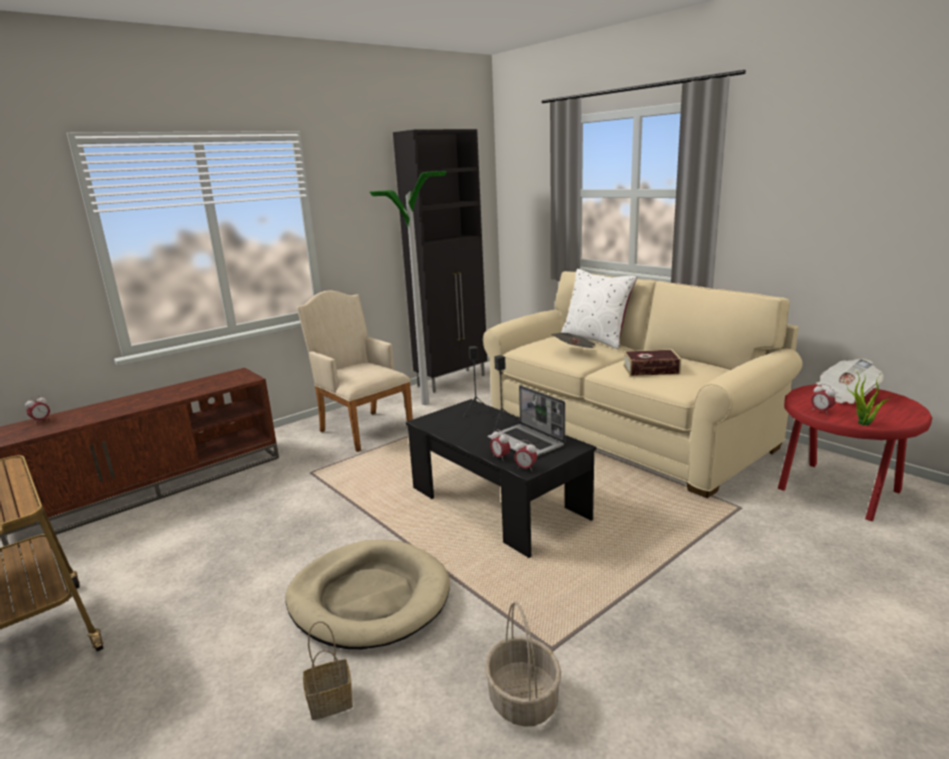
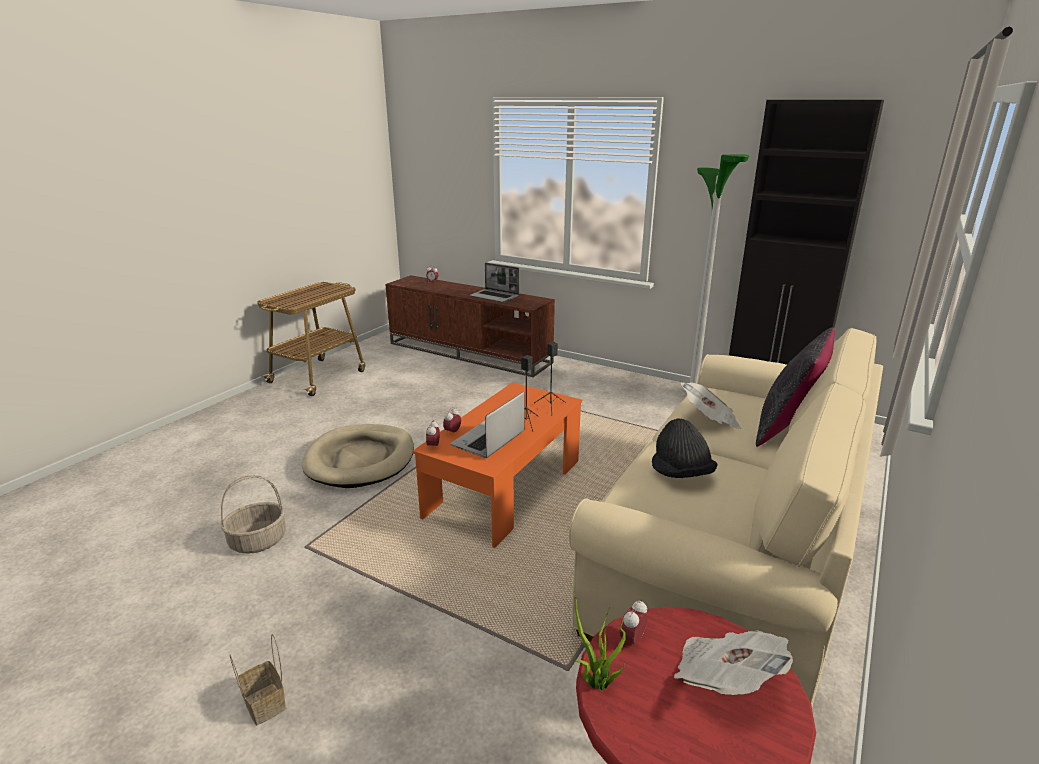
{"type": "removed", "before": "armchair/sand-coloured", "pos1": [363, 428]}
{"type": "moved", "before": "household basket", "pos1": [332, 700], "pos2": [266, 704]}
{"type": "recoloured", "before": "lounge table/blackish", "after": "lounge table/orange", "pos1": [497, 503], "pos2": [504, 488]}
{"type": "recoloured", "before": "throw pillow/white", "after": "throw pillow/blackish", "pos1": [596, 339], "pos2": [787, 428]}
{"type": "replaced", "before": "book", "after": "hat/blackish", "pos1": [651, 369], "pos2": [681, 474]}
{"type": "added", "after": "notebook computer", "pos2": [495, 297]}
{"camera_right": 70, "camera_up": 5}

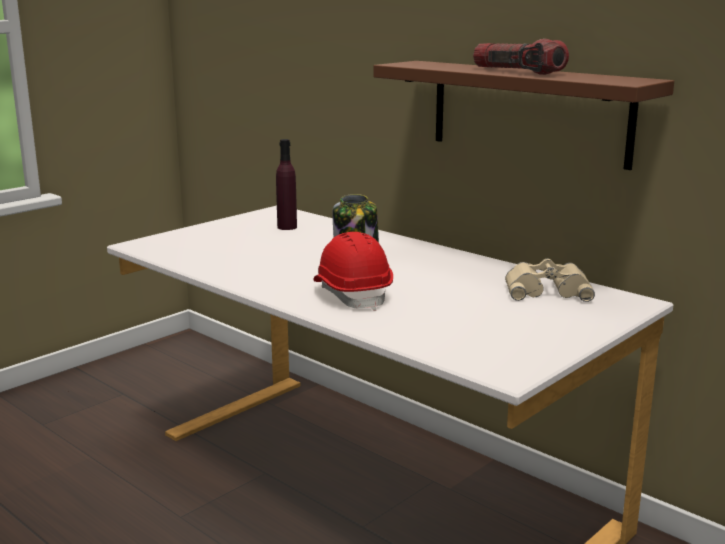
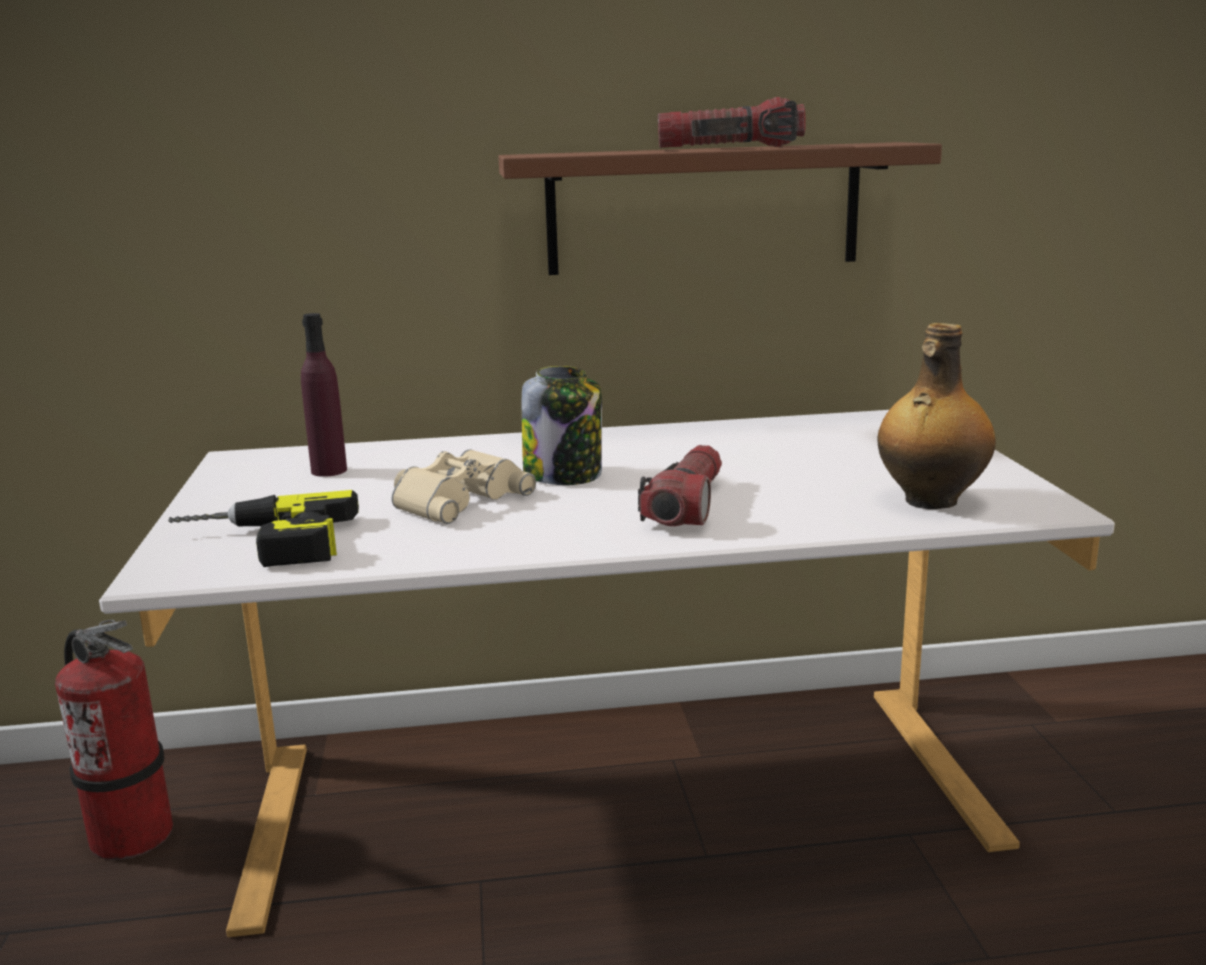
{"type": "replaced", "before": "safety helmet/red-coloured", "after": "flashlight", "pos1": [352, 294], "pos2": [686, 506]}
{"type": "moved", "before": "pair of binoculars/sand-coloured", "pos1": [547, 290], "pos2": [456, 498]}
{"type": "added", "after": "extinguisher", "pos2": [132, 834]}
{"type": "added", "after": "electric drill", "pos2": [261, 545]}
{"type": "added", "after": "drink bottle", "pos2": [929, 501]}
{"camera_right": -50, "camera_up": 0}

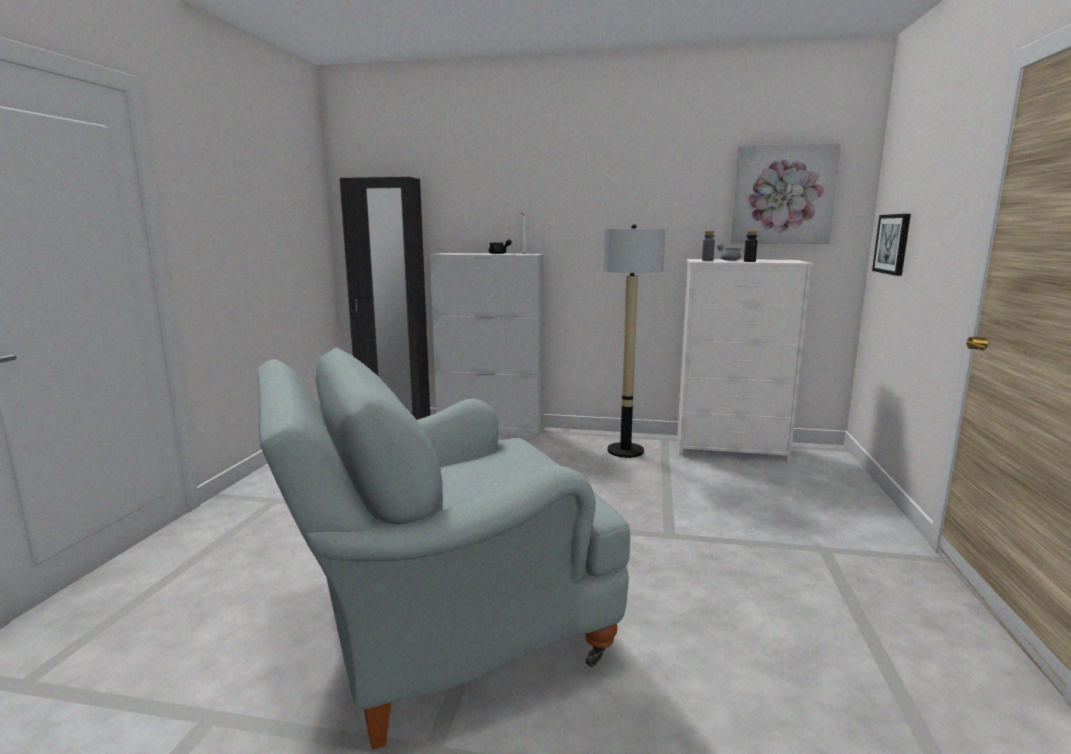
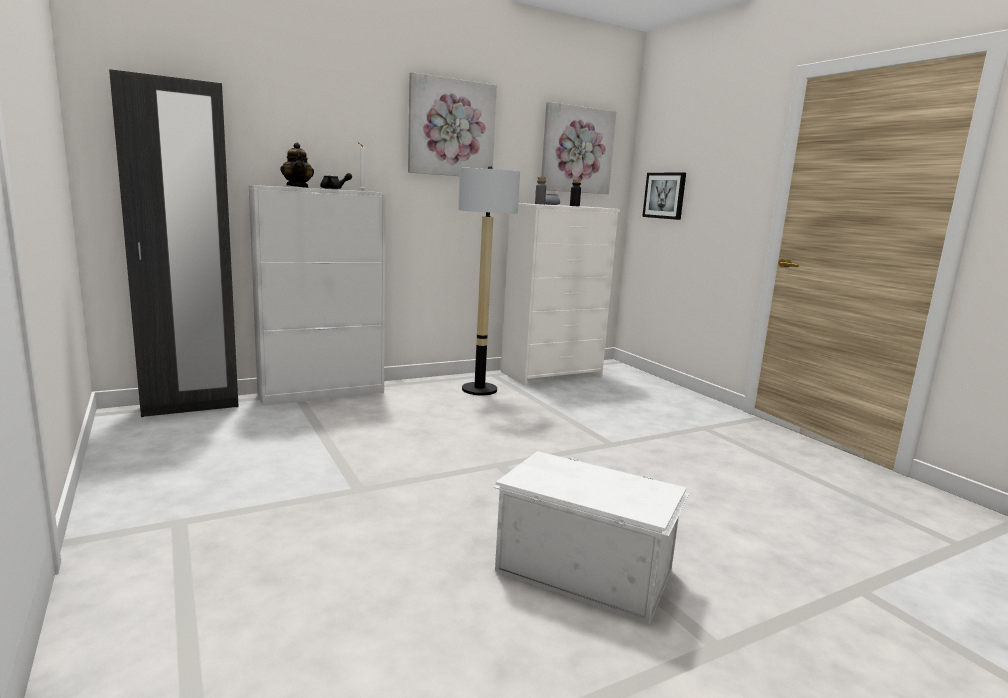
{"type": "replaced", "before": "armchair/grey", "after": "storage box/white", "pos1": [442, 633], "pos2": [584, 569]}
{"type": "added", "after": "teapot", "pos2": [298, 187]}
{"type": "added", "after": "wall picture", "pos2": [451, 128]}
{"camera_right": -40, "camera_up": 0}

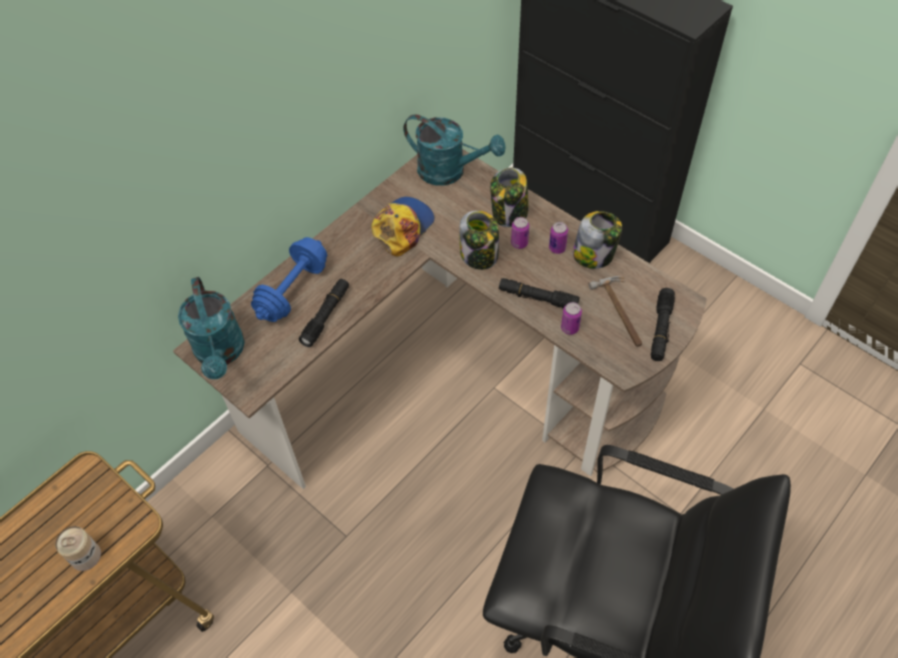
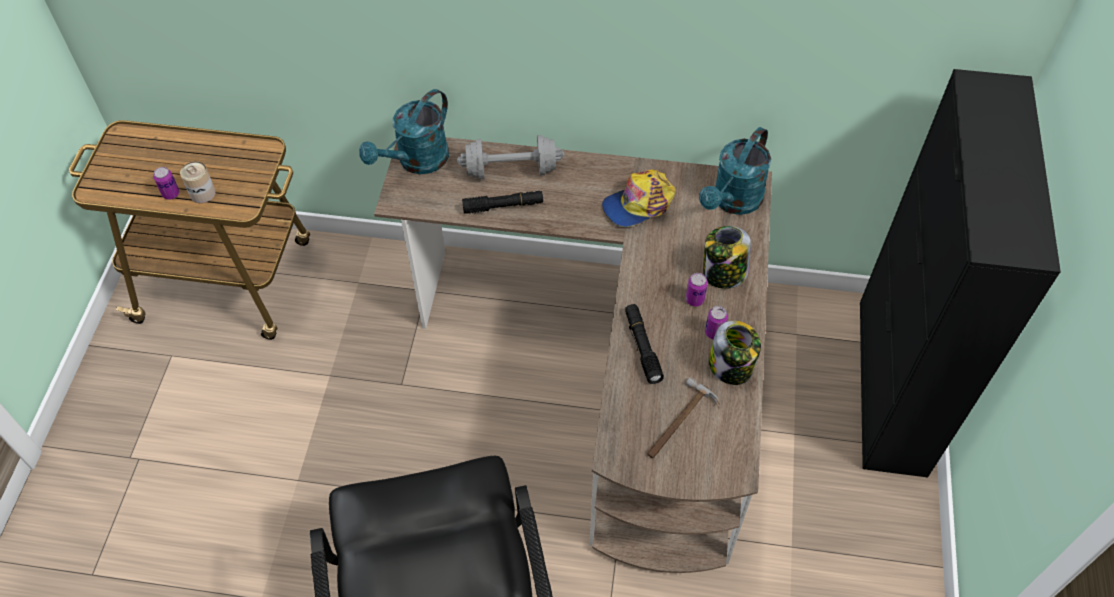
{"type": "recoloured", "before": "free weight/bluish", "after": "free weight/grey", "pos1": [293, 291], "pos2": [511, 170]}
{"type": "turned", "before": "cap", "pos1": [402, 227], "pos2": [639, 204], "turn": 150}
{"type": "turned", "before": "watering can/blue-green", "pos1": [450, 171], "pos2": [733, 202], "turn": 45}
{"type": "removed", "before": "preserve jar", "pos1": [479, 255]}
{"type": "moved", "before": "sealed can", "pos1": [569, 328], "pos2": [171, 194]}
{"type": "removed", "before": "flashlight/blackish", "pos1": [660, 329]}
{"camera_right": 55, "camera_up": 0}

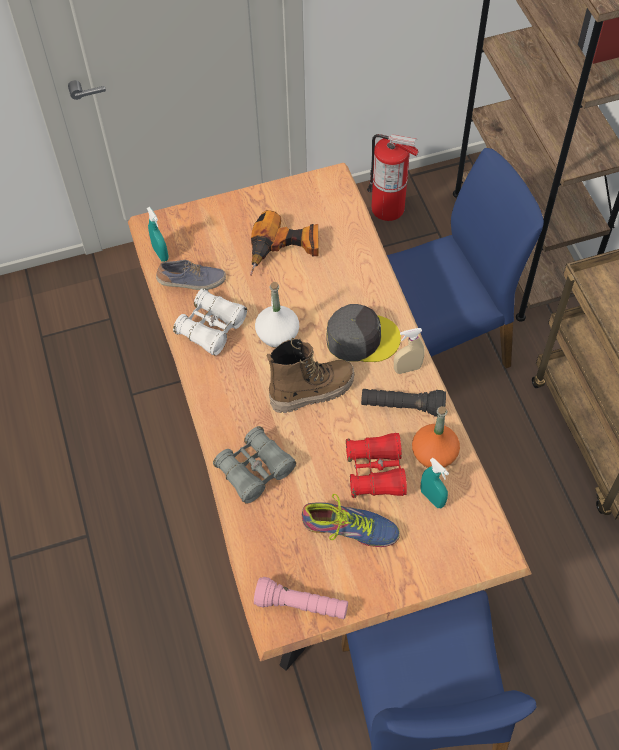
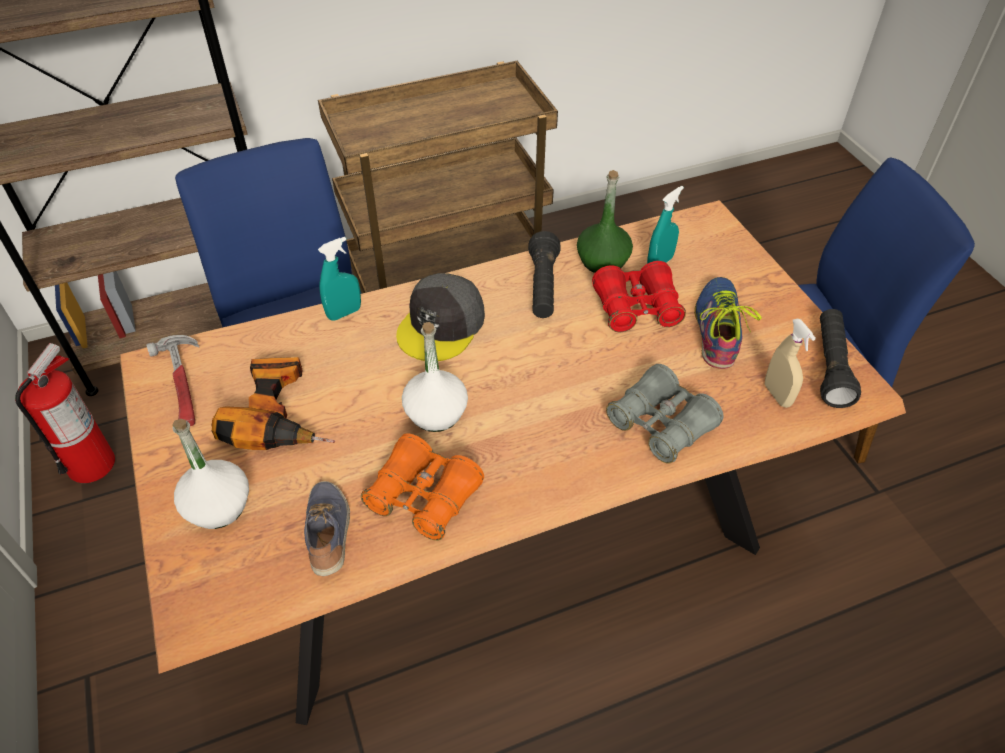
{"type": "moved", "before": "sprayer/blue-green", "pos1": [160, 253], "pos2": [344, 313]}
{"type": "recoloured", "before": "pair of binoculars/white", "after": "pair of binoculars/orange", "pos1": [211, 328], "pos2": [424, 496]}
{"type": "recoloured", "before": "flashlight/pink", "after": "flashlight/blackish", "pos1": [301, 605], "pos2": [830, 367]}
{"type": "removed", "before": "tall boot", "pos1": [312, 391]}
{"type": "turned", "before": "cap/grey", "pos1": [361, 338], "pos2": [442, 325], "turn": -150}
{"type": "moved", "before": "sprayer/sand-coloured", "pos1": [407, 369], "pos2": [777, 395]}
{"type": "recoloured", "before": "drink bottle/orange", "after": "drink bottle/green-coloured", "pos1": [434, 454], "pos2": [603, 261]}
{"type": "added", "after": "hand hammer", "pos2": [183, 383]}
{"type": "added", "after": "drink bottle/white", "pos2": [218, 506]}
{"camera_right": -95, "camera_up": -10}

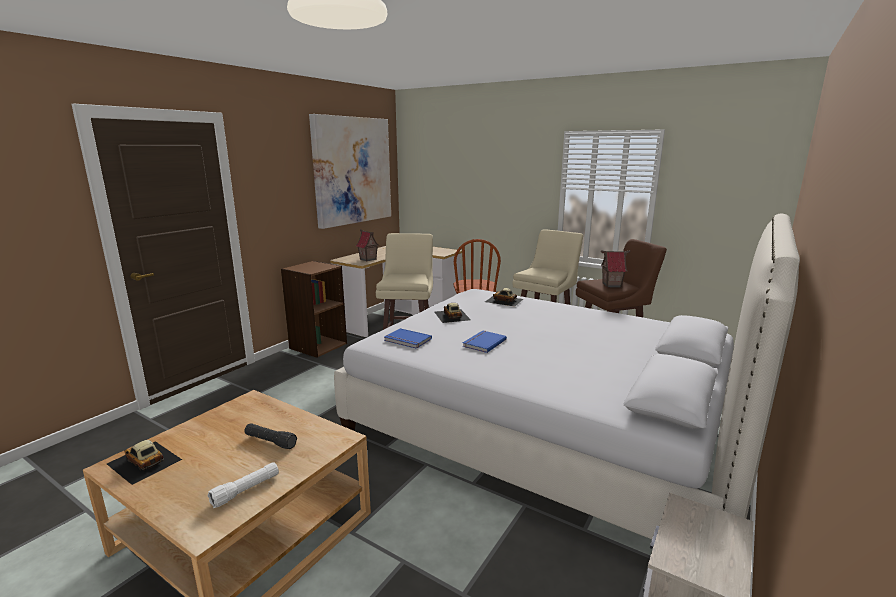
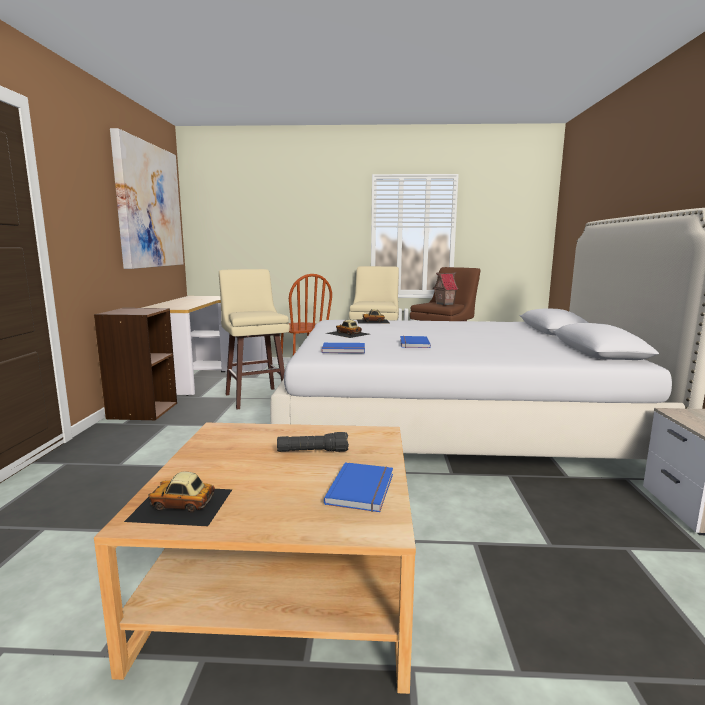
{"type": "replaced", "before": "flashlight/white", "after": "book/bluish", "pos1": [246, 490], "pos2": [363, 489]}
{"type": "removed", "before": "toy house", "pos1": [368, 259]}
{"camera_right": -30, "camera_up": -5}

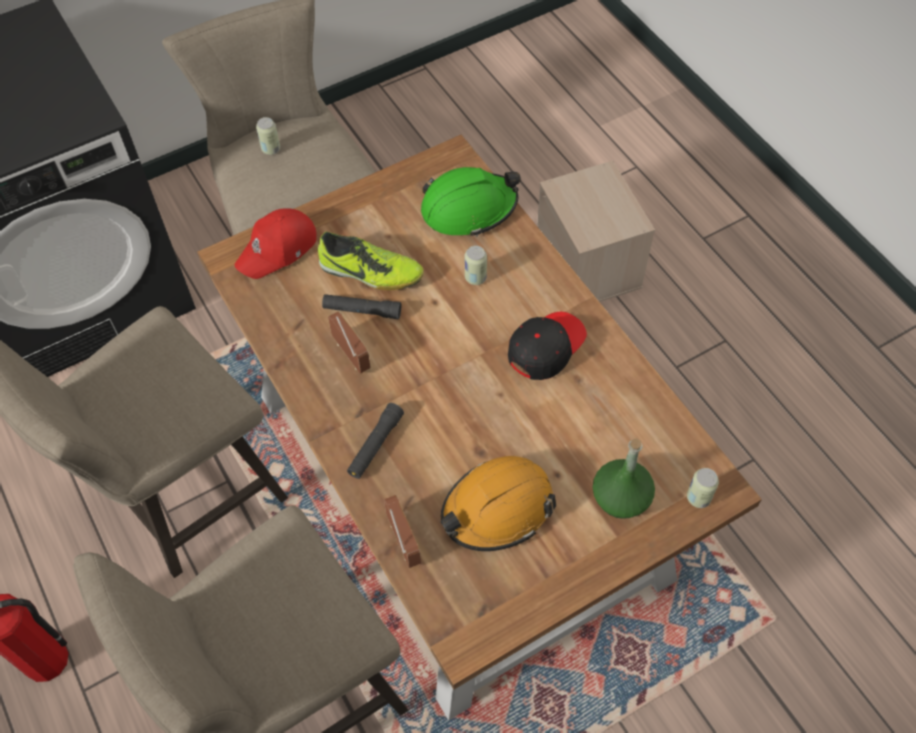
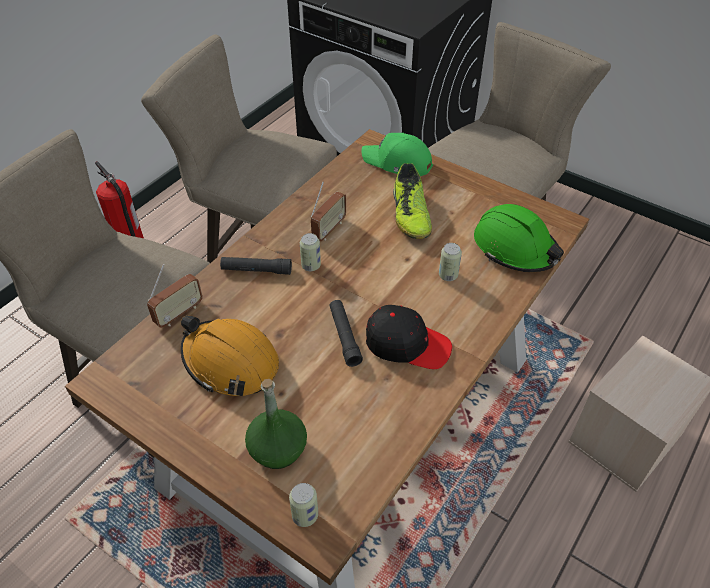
{"type": "recoloured", "before": "cap/red-coloured", "after": "cap/green-coloured", "pos1": [278, 249], "pos2": [397, 163]}
{"type": "moved", "before": "sealed can", "pos1": [271, 149], "pos2": [311, 266]}
{"type": "moved", "before": "flashlight/blackish", "pos1": [362, 311], "pos2": [344, 336]}
{"camera_right": 65, "camera_up": -10}

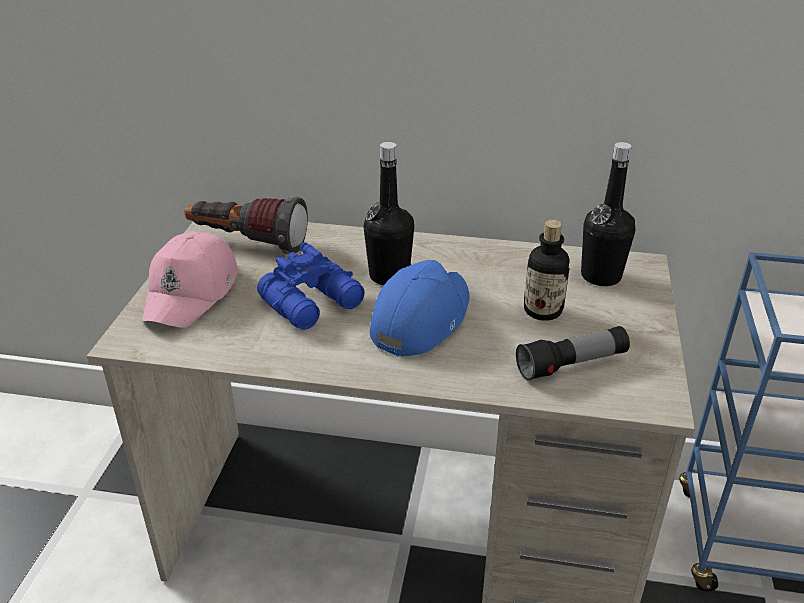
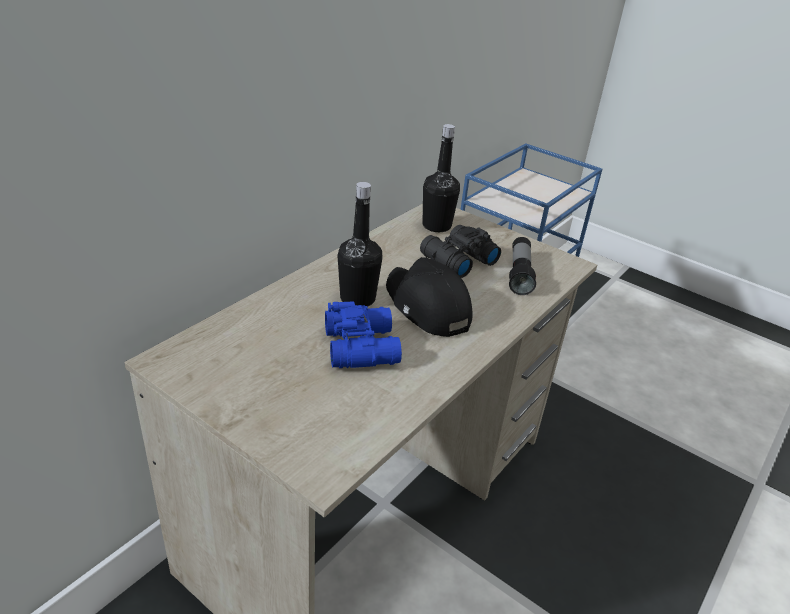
{"type": "removed", "before": "cap/pink", "pos1": [192, 292]}
{"type": "removed", "before": "flashlight", "pos1": [247, 243]}
{"type": "recoloured", "before": "cap/bluish", "after": "cap/blackish", "pos1": [420, 319], "pos2": [426, 307]}
{"type": "replaced", "before": "drink bottle", "after": "pair of binoculars/blackish", "pos1": [542, 310], "pos2": [456, 259]}
{"camera_right": -65, "camera_up": 0}

